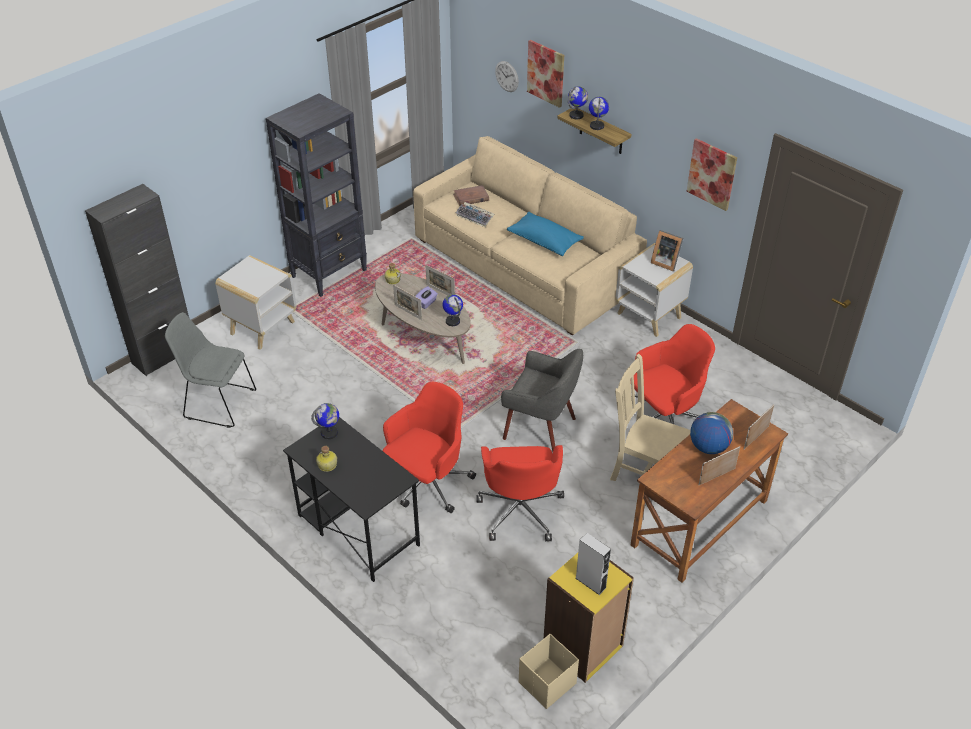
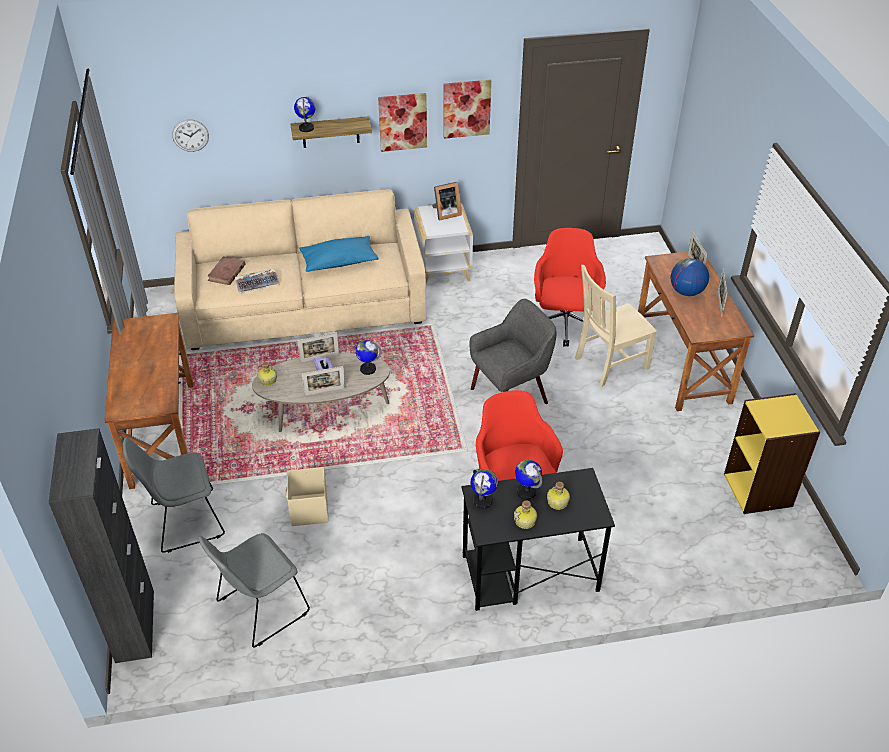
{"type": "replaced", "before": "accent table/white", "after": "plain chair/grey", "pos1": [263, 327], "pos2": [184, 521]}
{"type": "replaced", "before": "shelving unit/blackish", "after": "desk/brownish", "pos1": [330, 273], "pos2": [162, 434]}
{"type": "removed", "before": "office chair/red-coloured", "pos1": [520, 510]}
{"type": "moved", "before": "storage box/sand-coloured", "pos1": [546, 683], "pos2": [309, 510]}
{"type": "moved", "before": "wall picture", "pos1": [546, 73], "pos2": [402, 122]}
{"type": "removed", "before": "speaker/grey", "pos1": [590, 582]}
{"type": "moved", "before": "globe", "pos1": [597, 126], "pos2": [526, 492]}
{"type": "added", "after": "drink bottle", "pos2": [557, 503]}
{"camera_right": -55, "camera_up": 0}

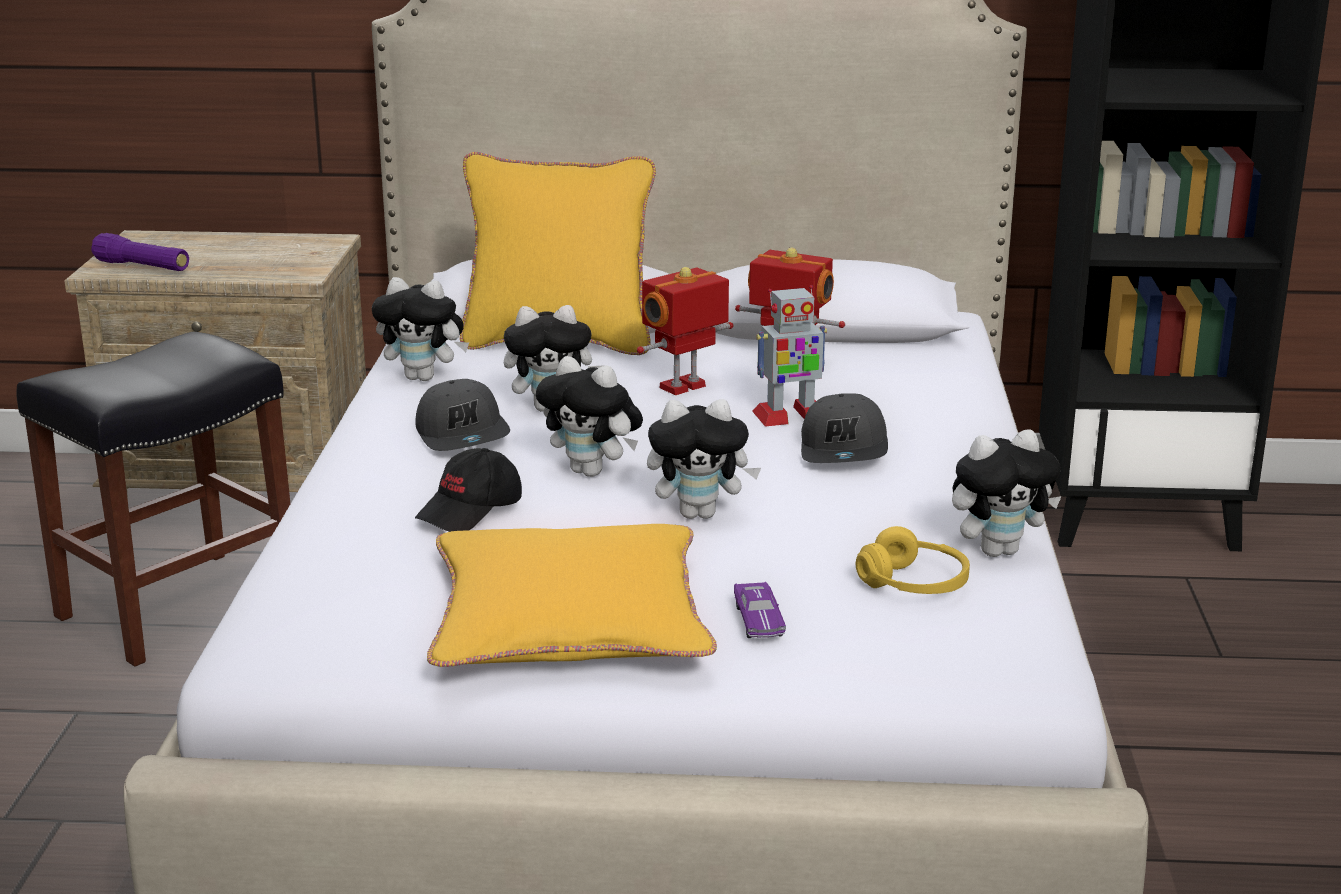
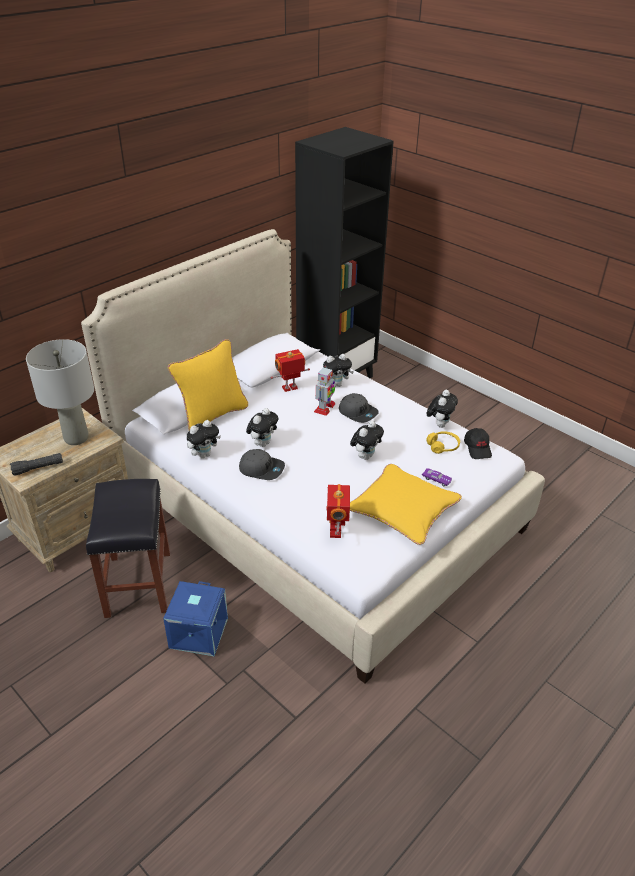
{"type": "recoloured", "before": "flashlight/purple-coloured", "after": "flashlight/blackish", "pos1": [142, 267], "pos2": [38, 468]}
{"type": "moved", "before": "cap/blackish", "pos1": [471, 510], "pos2": [478, 448]}
{"type": "moved", "before": "cuddly toy", "pos1": [592, 472], "pos2": [336, 385]}
{"type": "moved", "before": "toy robot", "pos1": [684, 388], "pos2": [336, 531]}
{"type": "added", "after": "table lamp/grey", "pos2": [77, 438]}
{"type": "added", "after": "storage box/bluish", "pos2": [198, 632]}
{"camera_right": -50, "camera_up": 15}

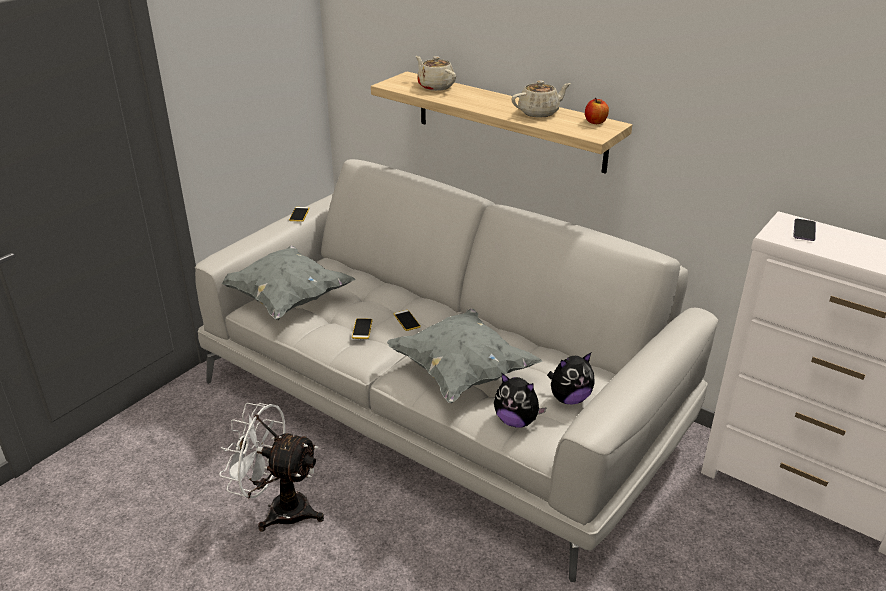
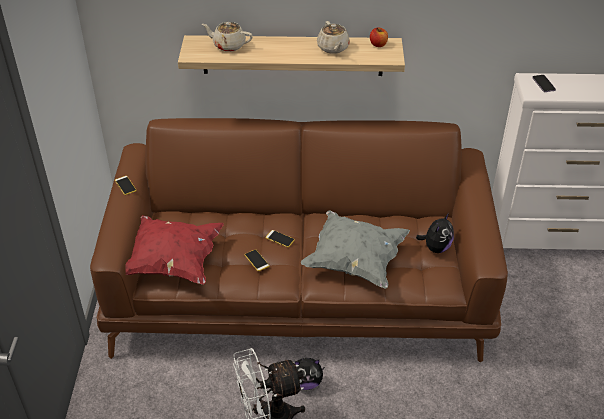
{"type": "recoloured", "before": "couch/white", "after": "couch/brownish", "pos1": [442, 405], "pos2": [301, 286]}
{"type": "recoloured", "before": "throw pillow/grey", "after": "throw pillow/red-coloured", "pos1": [287, 299], "pos2": [173, 262]}
{"type": "moved", "before": "cuddly toy", "pos1": [516, 421], "pos2": [306, 382]}
{"type": "turned", "before": "teapot/sand-coloured", "pos1": [539, 112], "pos2": [333, 48], "turn": 135}
{"camera_right": -35, "camera_up": 10}

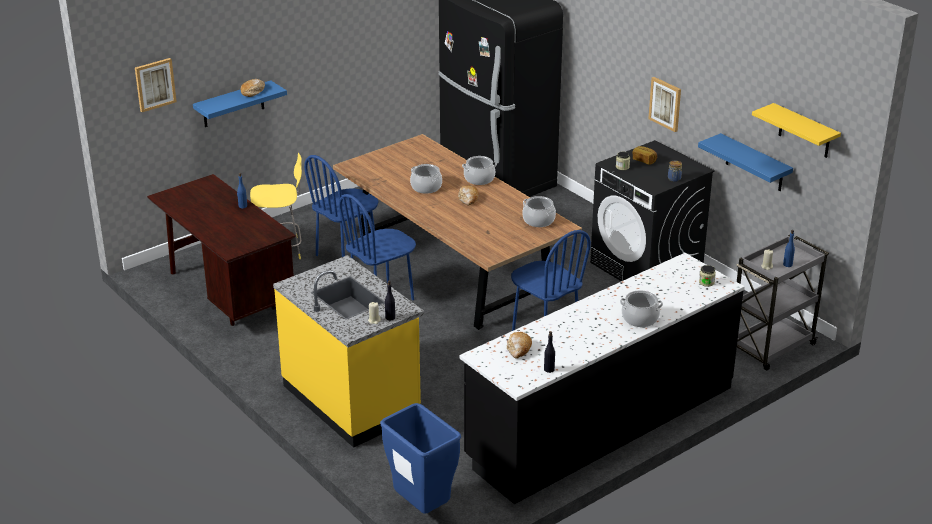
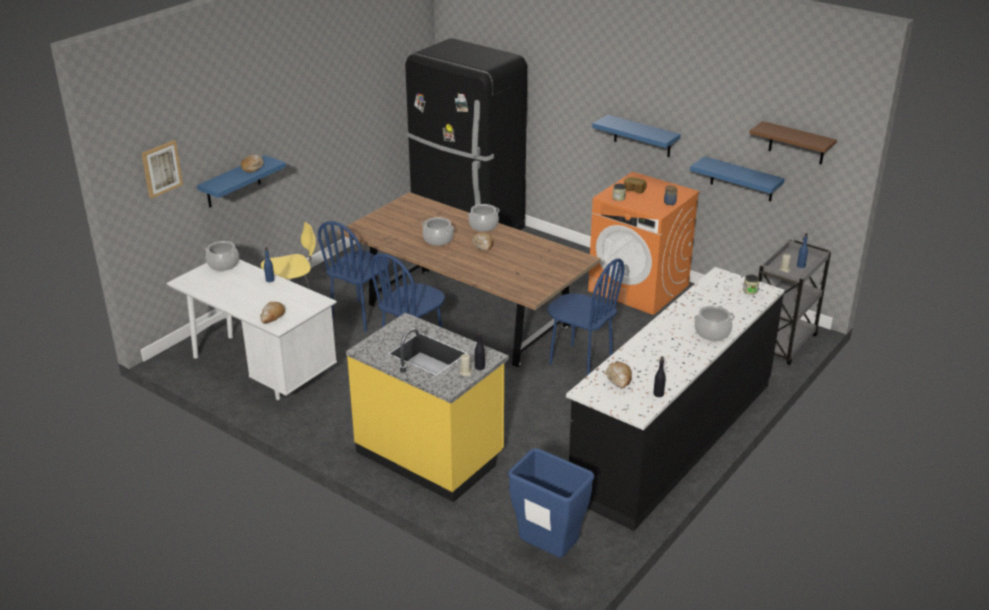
{"type": "recoloured", "before": "desk/brownish", "after": "desk/white", "pos1": [227, 295], "pos2": [260, 370]}
{"type": "moved", "before": "stockpot", "pos1": [539, 220], "pos2": [223, 264]}
{"type": "recoloured", "before": "laundry machine/blackish", "after": "laundry machine/orange", "pos1": [646, 267], "pos2": [639, 288]}
{"type": "replaced", "before": "wall picture", "after": "shelf/bluish", "pos1": [665, 103], "pos2": [642, 136]}
{"type": "recoloured", "before": "shelf/yellowish", "after": "shelf/brownish", "pos1": [804, 131], "pos2": [797, 143]}
{"type": "added", "after": "bakery bread", "pos2": [272, 316]}
{"camera_right": -15, "camera_up": 0}

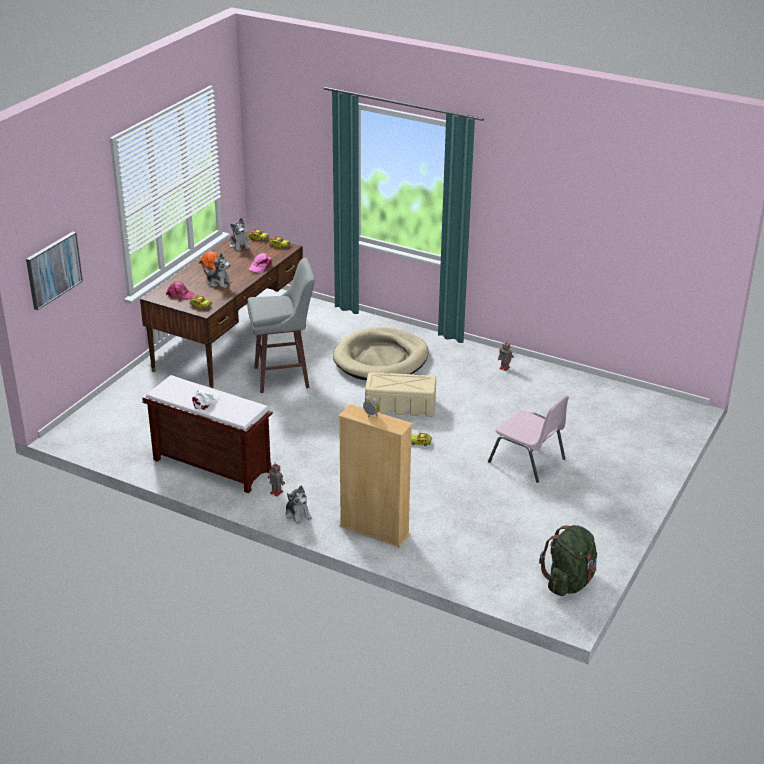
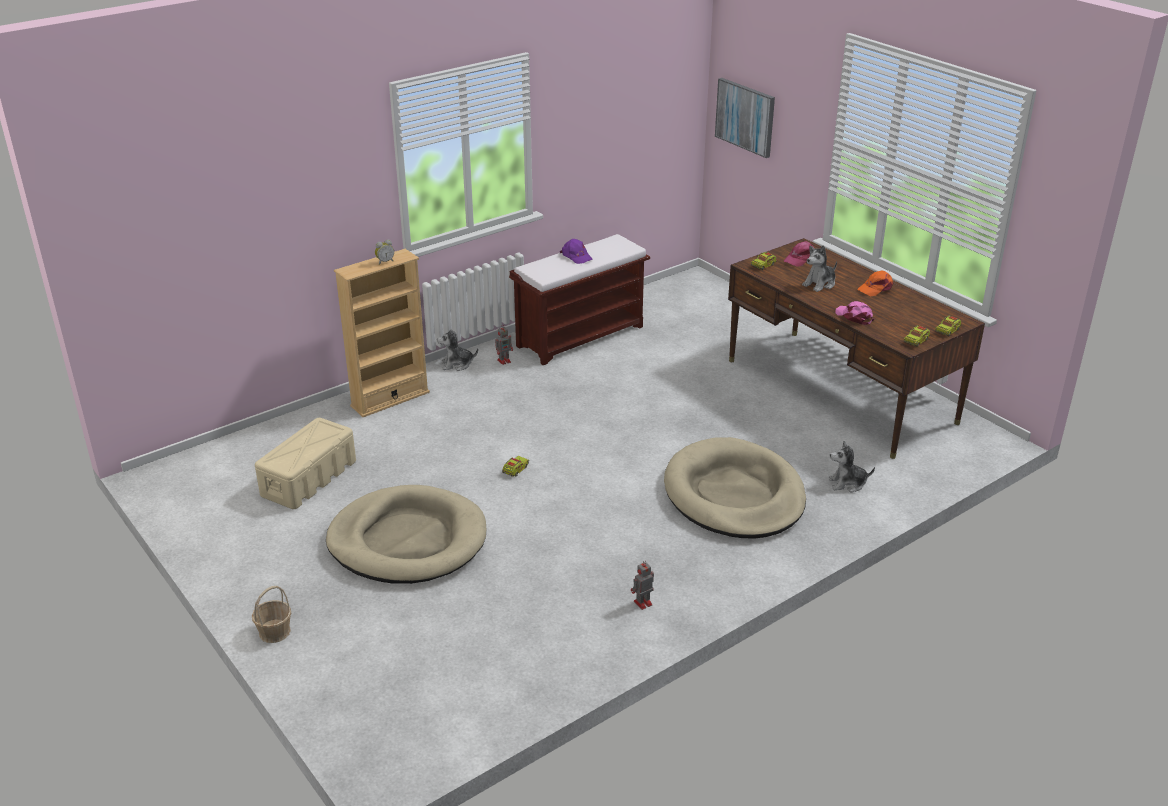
{"type": "recoloured", "before": "cap/white", "after": "cap/purple-coloured", "pos1": [205, 401], "pos2": [576, 256]}
{"type": "moved", "before": "cuddly toy", "pos1": [239, 245], "pos2": [847, 483]}
{"type": "removed", "before": "stool/grey", "pos1": [284, 377]}
{"type": "moved", "before": "storage box/sand-coloured", "pos1": [399, 406], "pos2": [309, 478]}
{"type": "replaced", "before": "plain chair/pink", "after": "dog bed/sand-coloured", "pos1": [528, 461], "pos2": [408, 541]}
{"type": "removed", "before": "rucksack/green-coloured", "pos1": [569, 582]}
{"type": "added", "after": "household basket", "pos2": [274, 632]}
{"camera_right": 115, "camera_up": 0}

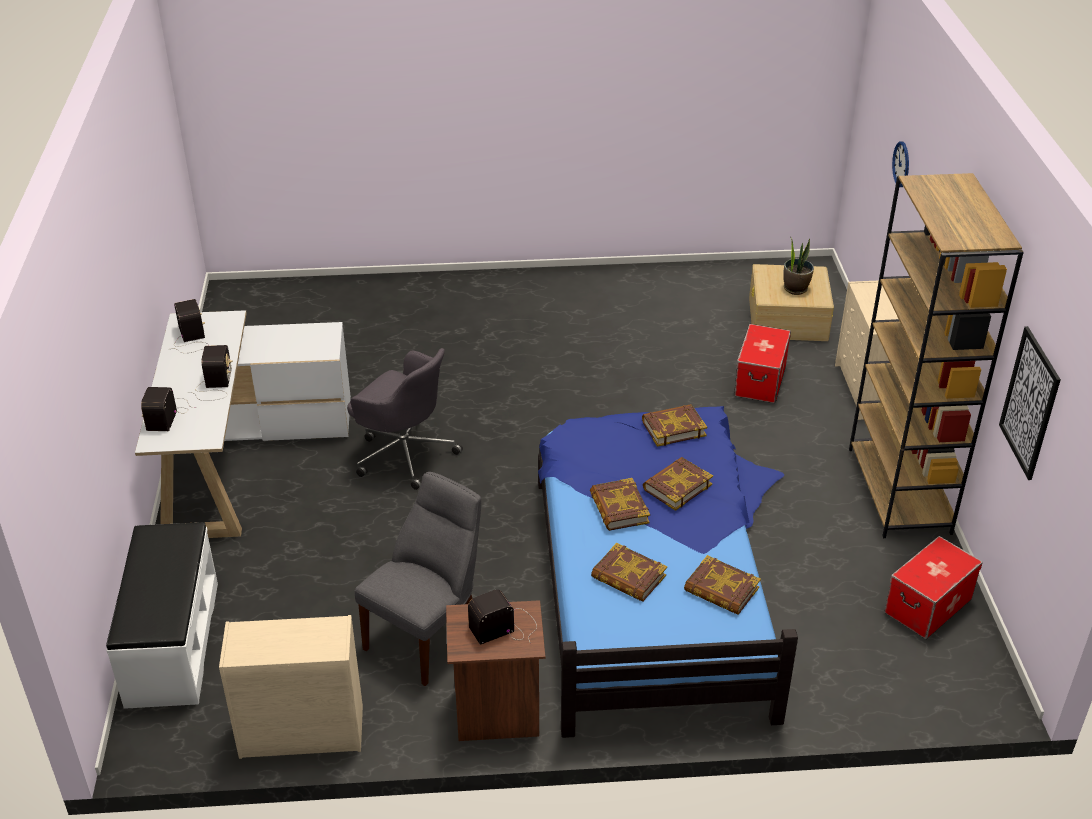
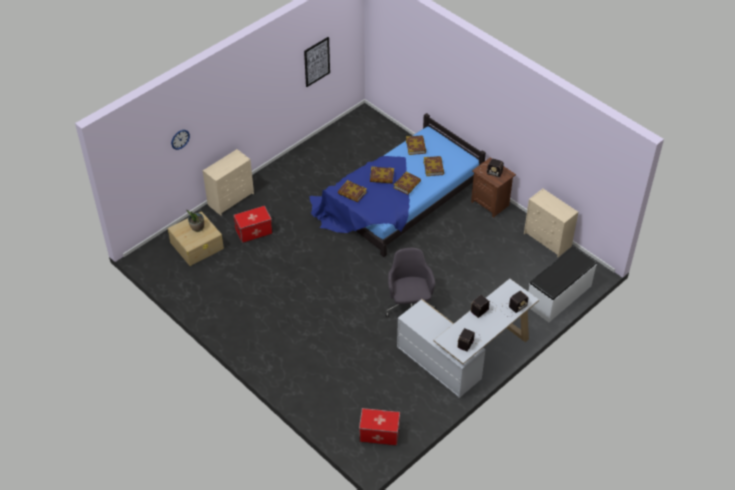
{"type": "removed", "before": "plain chair/grey", "pos1": [428, 635]}
{"type": "removed", "before": "shelving unit/brownish", "pos1": [900, 491]}
{"type": "moved", "before": "storage box", "pos1": [927, 605], "pos2": [379, 434]}
{"camera_right": -130, "camera_up": 10}

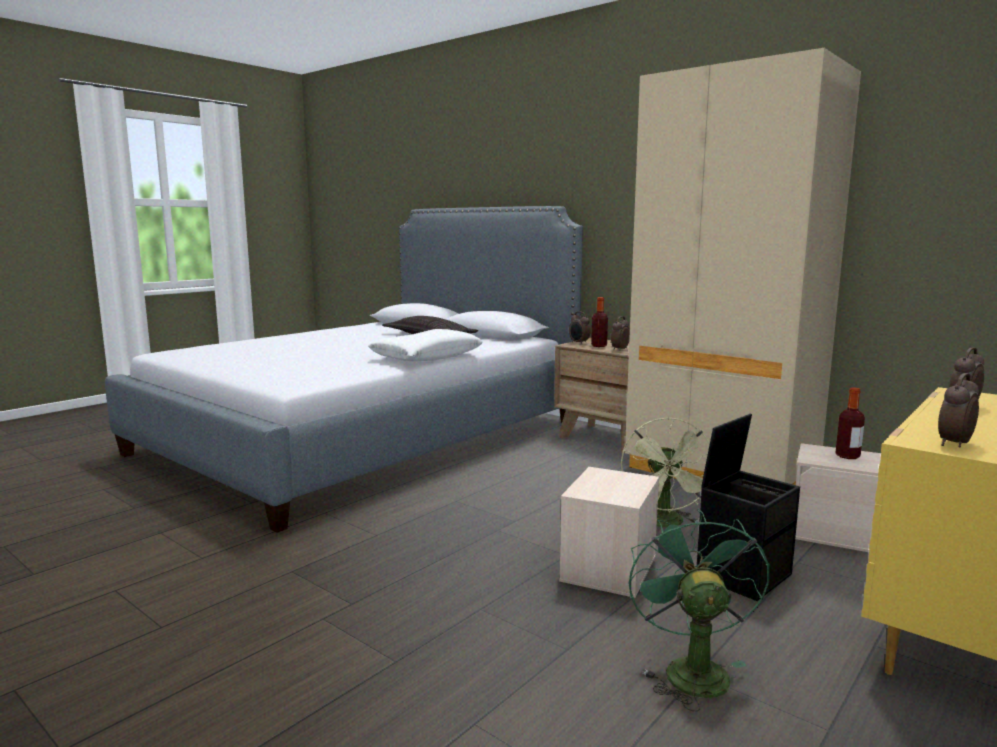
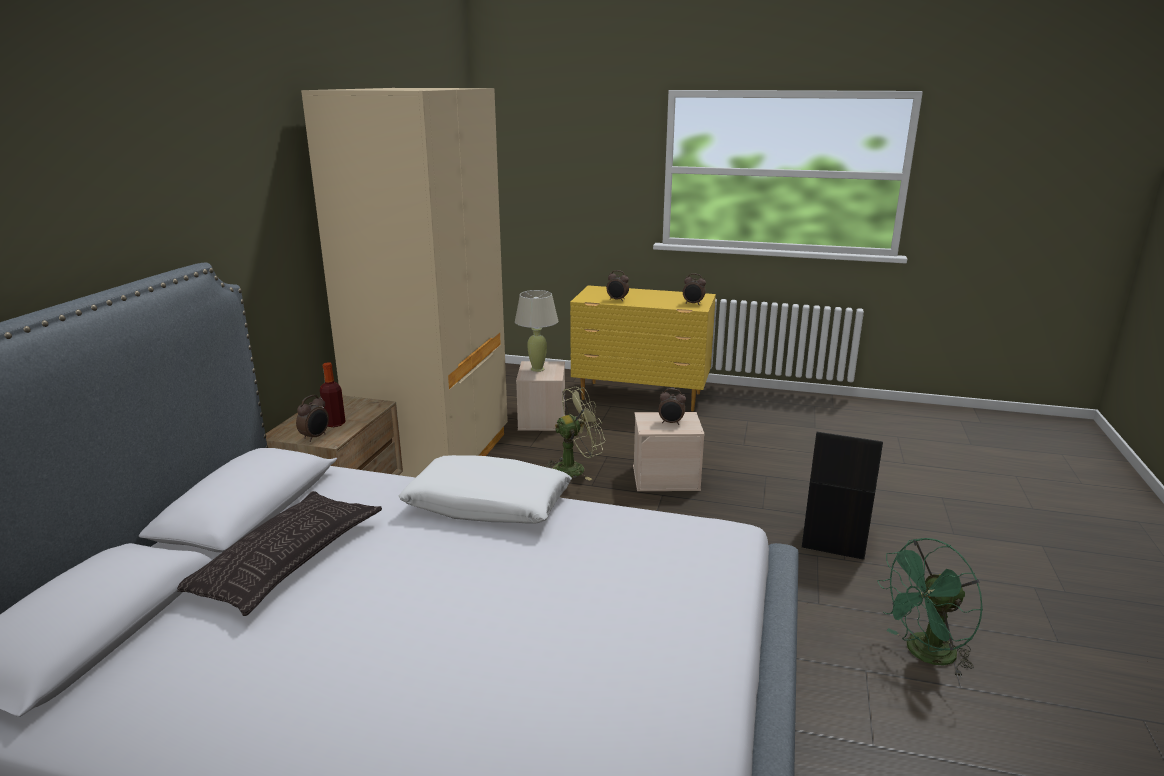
{"type": "moved", "before": "bedside clock", "pos1": [619, 349], "pos2": [671, 423]}
{"type": "moved", "before": "cooling fan/green-coloured", "pos1": [690, 669], "pos2": [924, 654]}
{"type": "moved", "before": "storage box/blackish", "pos1": [743, 574], "pos2": [832, 540]}
{"type": "replaced", "before": "drink bottle", "after": "table lamp/sand-coloured", "pos1": [847, 456], "pos2": [537, 369]}
{"camera_right": -115, "camera_up": 10}

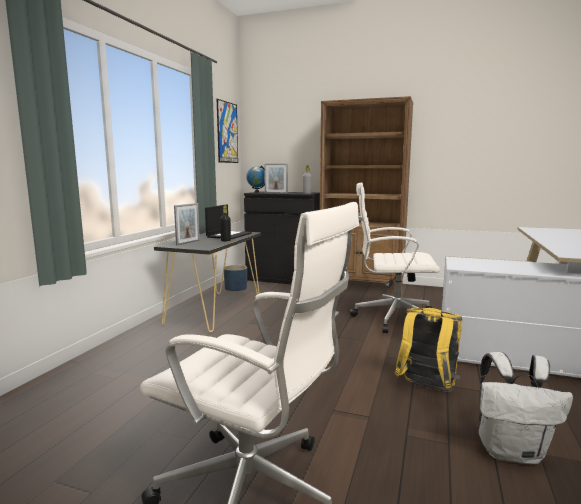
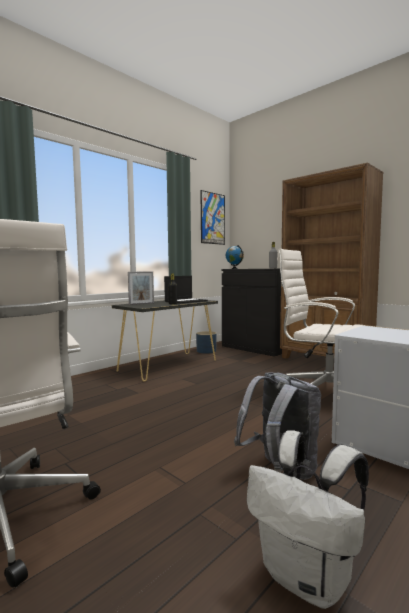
{"type": "removed", "before": "picture frame", "pos1": [276, 193]}
{"type": "recoloured", "before": "rucksack/yellowish", "after": "rucksack/grey", "pos1": [426, 389], "pos2": [280, 470]}
{"camera_right": 25, "camera_up": -5}

